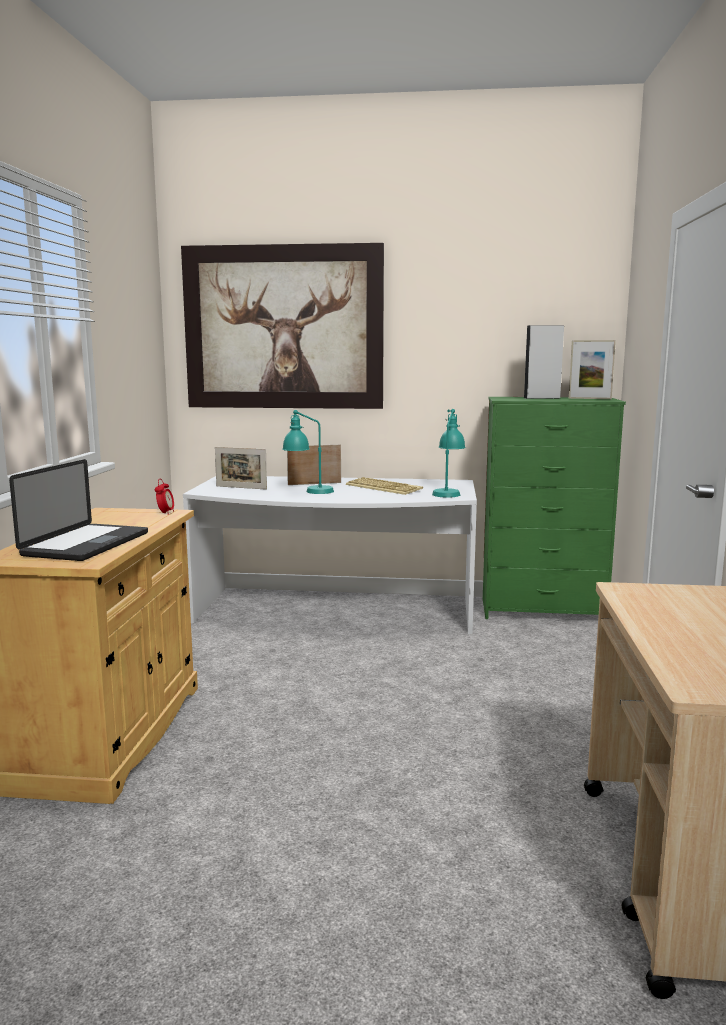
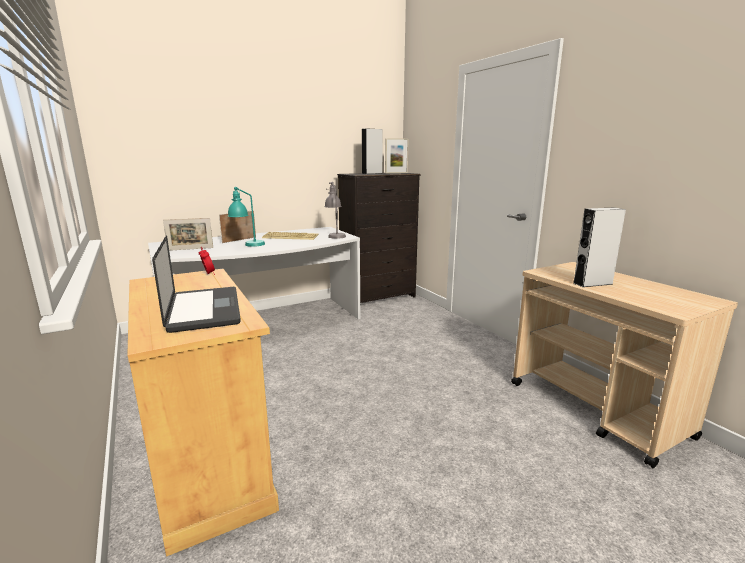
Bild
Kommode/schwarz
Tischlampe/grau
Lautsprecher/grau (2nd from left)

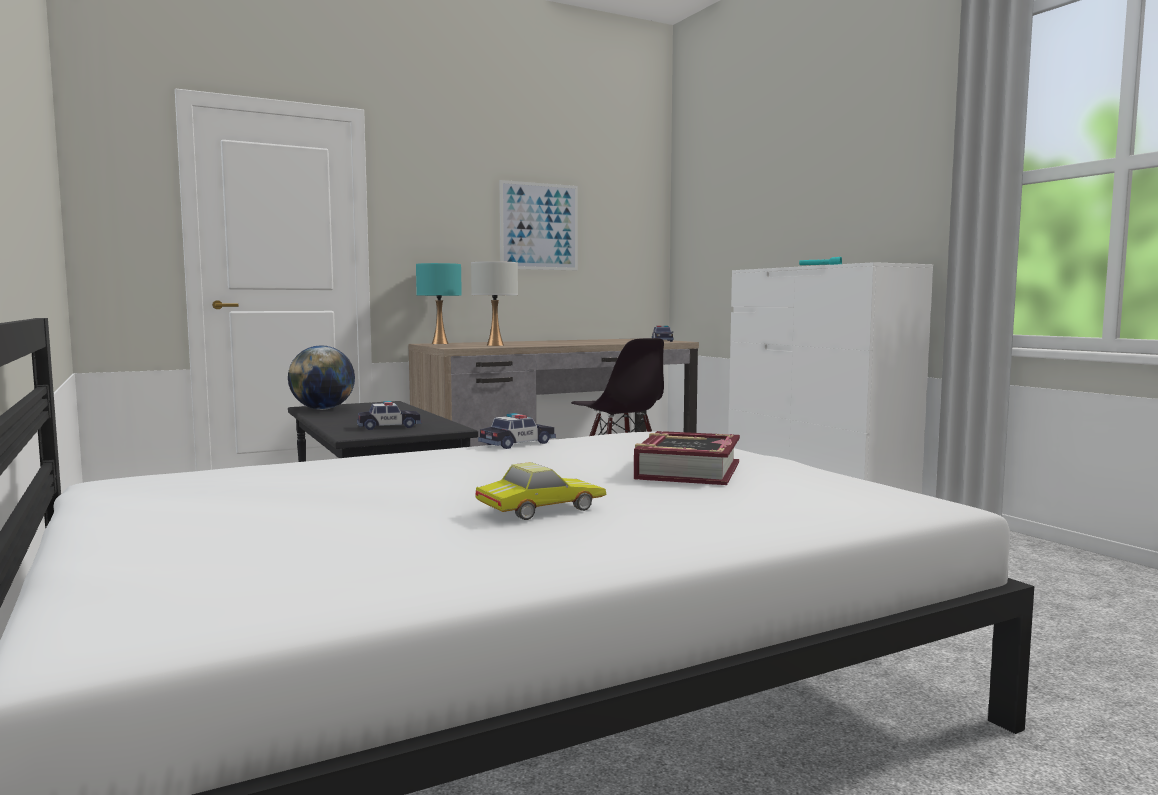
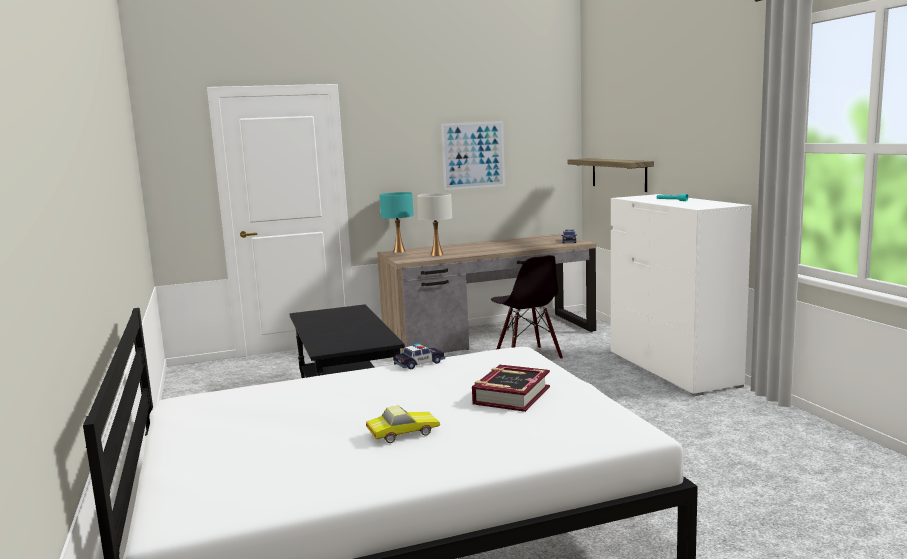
Globus
Spielzeugauto (1st from left in the first image)
Wandregal

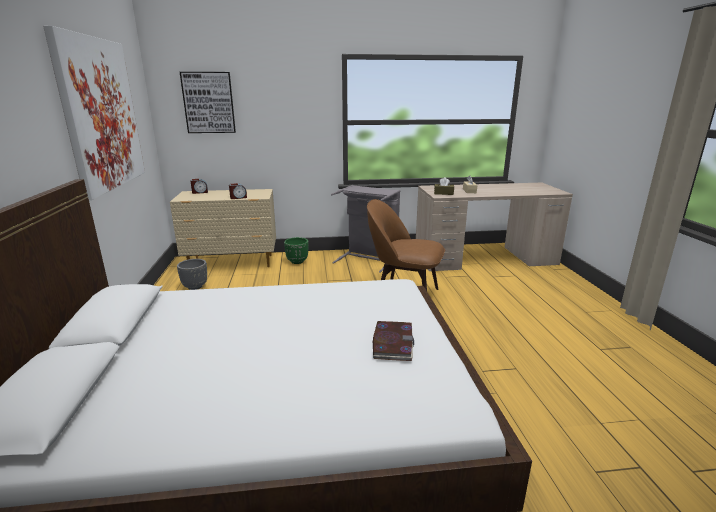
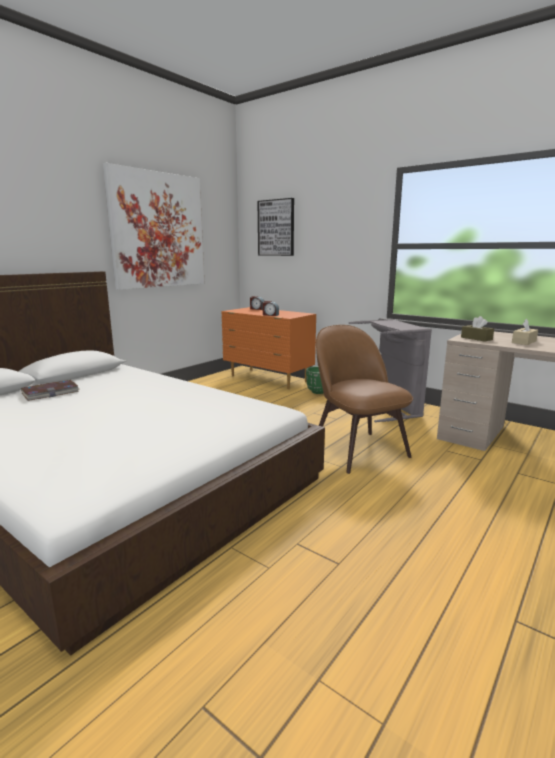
Kommode/orange
Pflanzkübel/grau
Buch

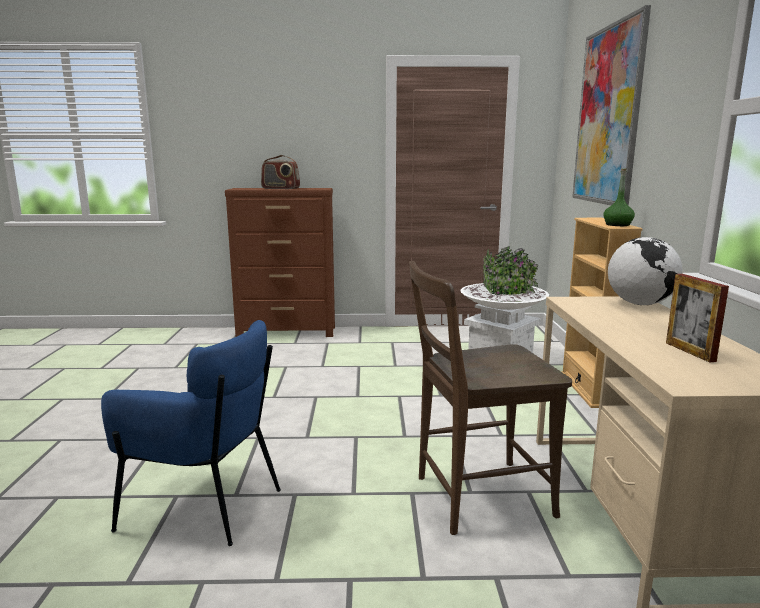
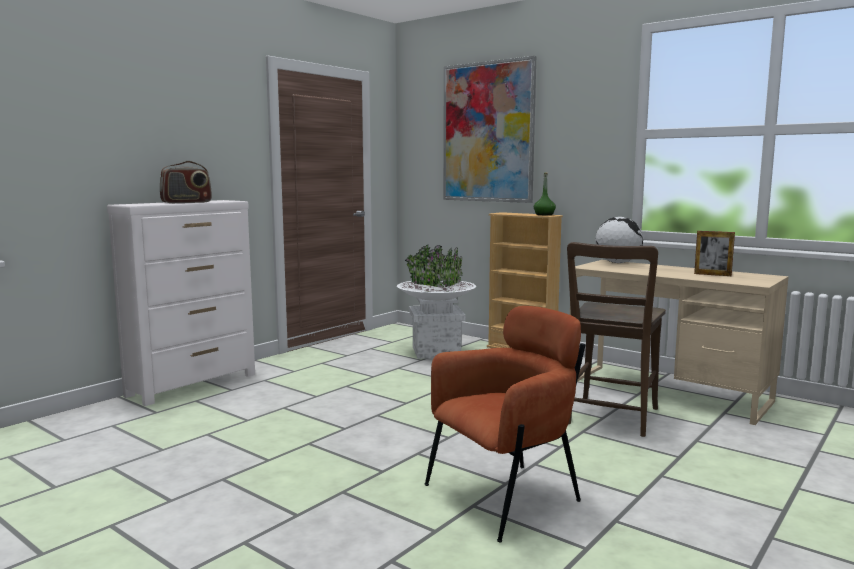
Kommode/weiß
Sessel/braun

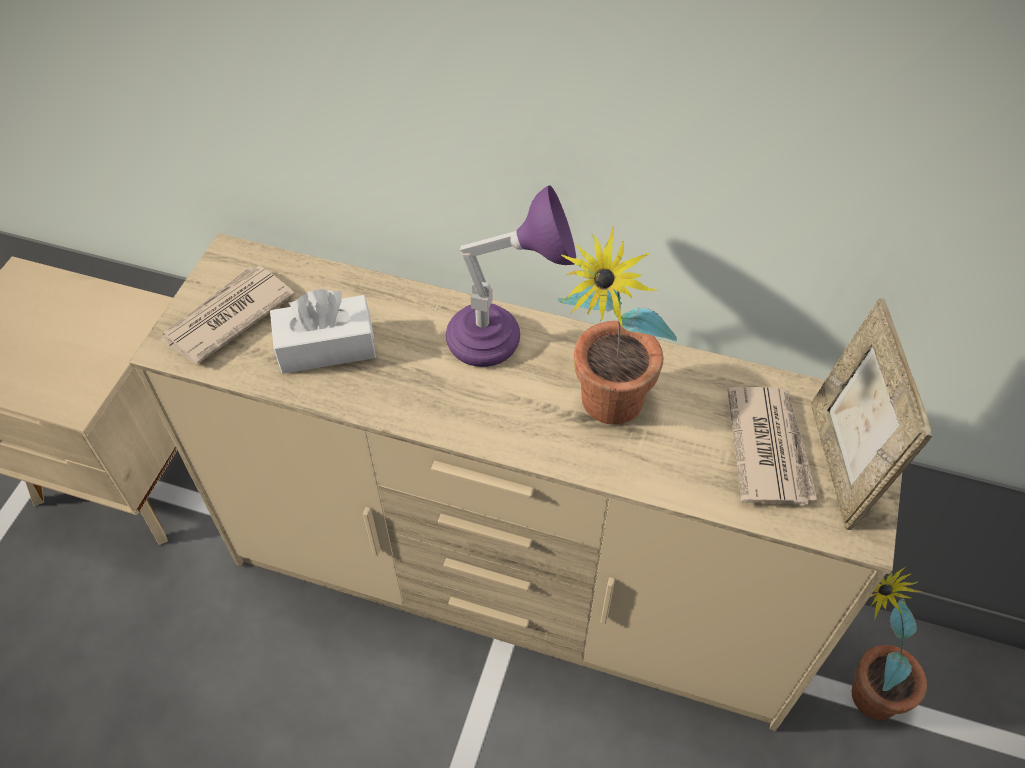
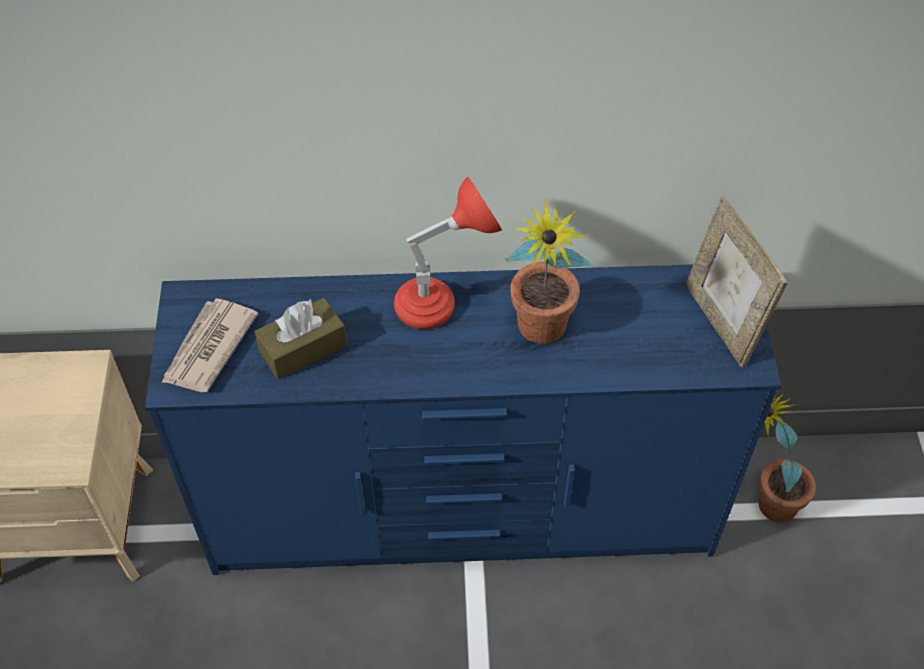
Tischlampe/rot
Kommode/blau
Taschentuchbox/braun
Zeitung (2nd from left in the first image)

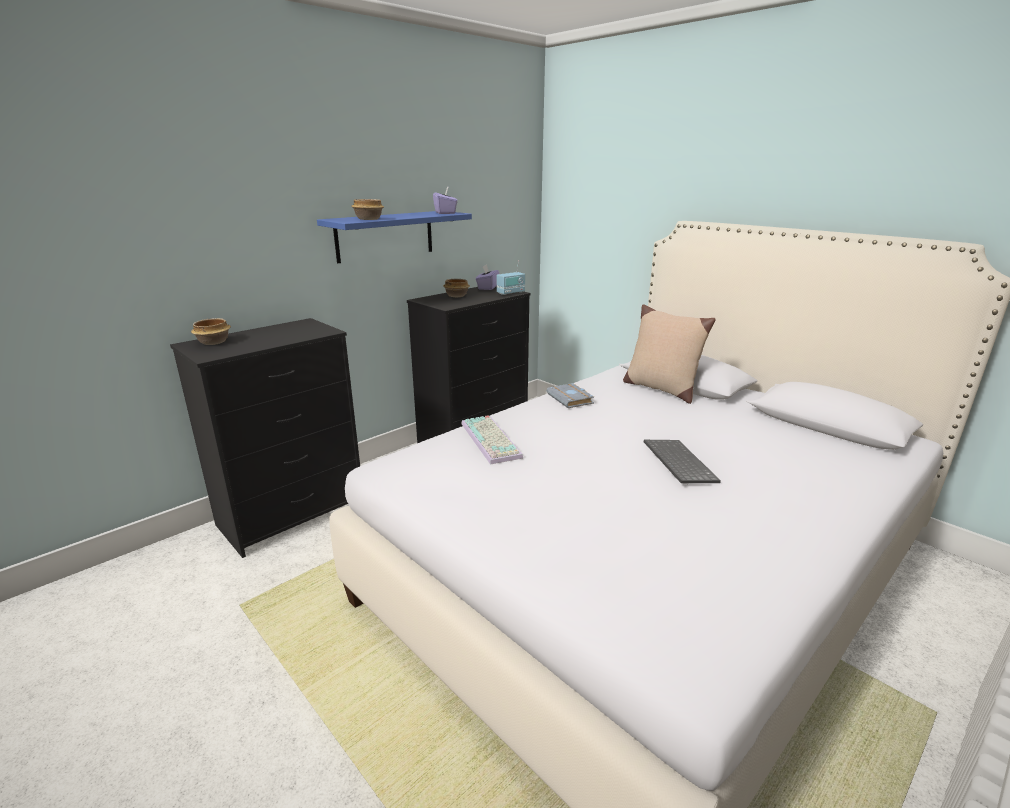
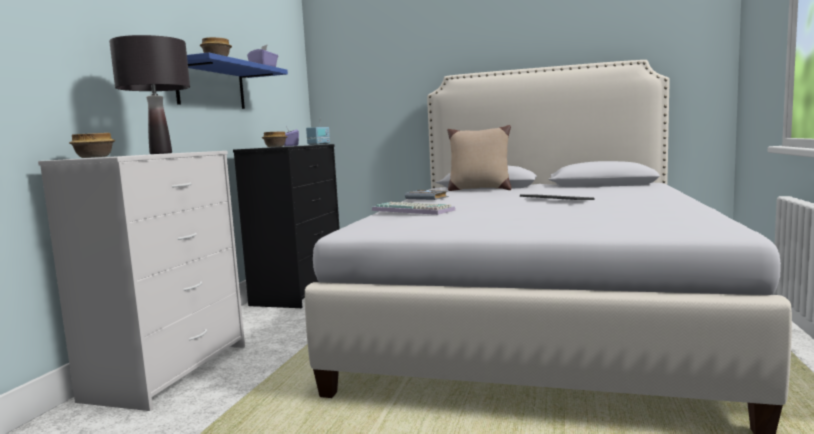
Kommode/weiß
Tischlampe/schwarz

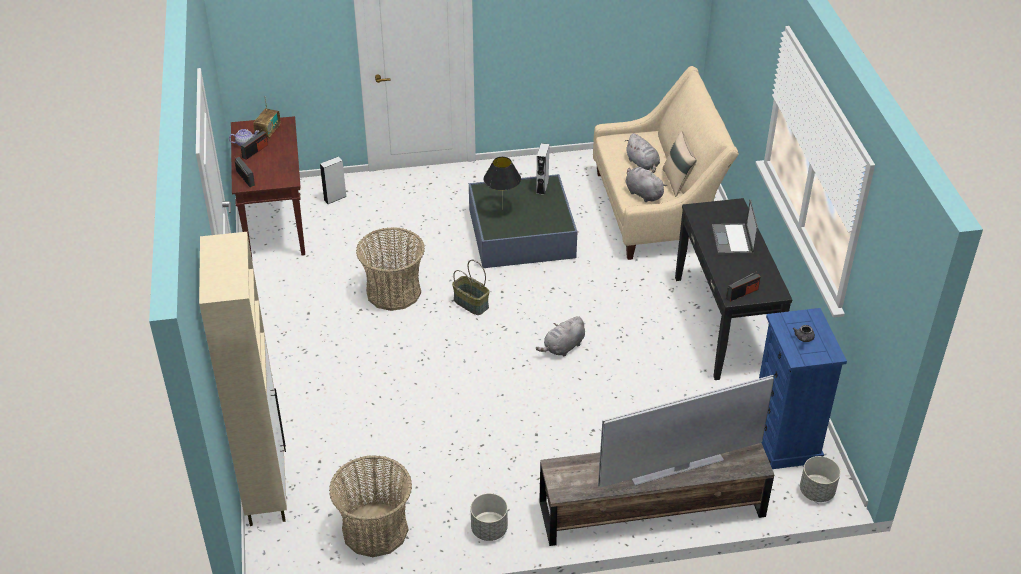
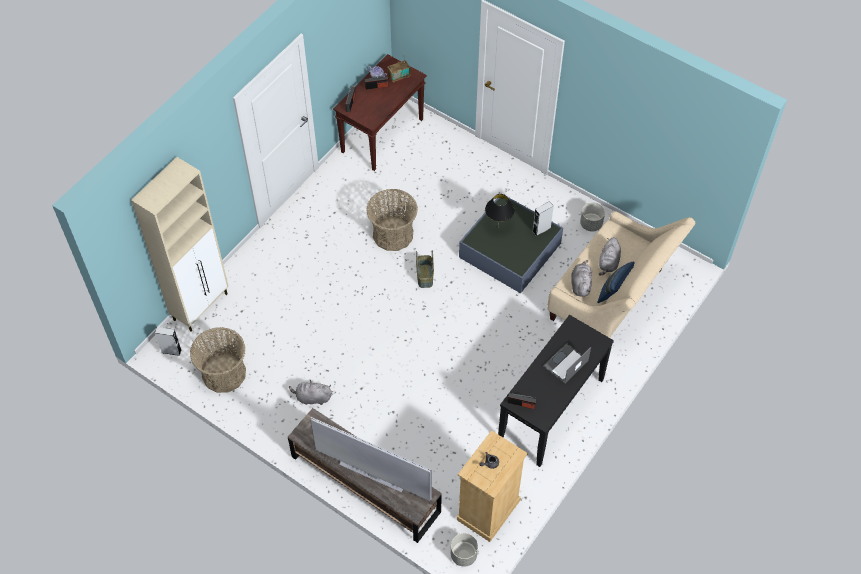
Kissen/blau
Lautsprecher/grau (1st from left)
Kommode/beige
Plüschtier/grau (1st from left)
Pflanzkübel/grau (2nd from left)

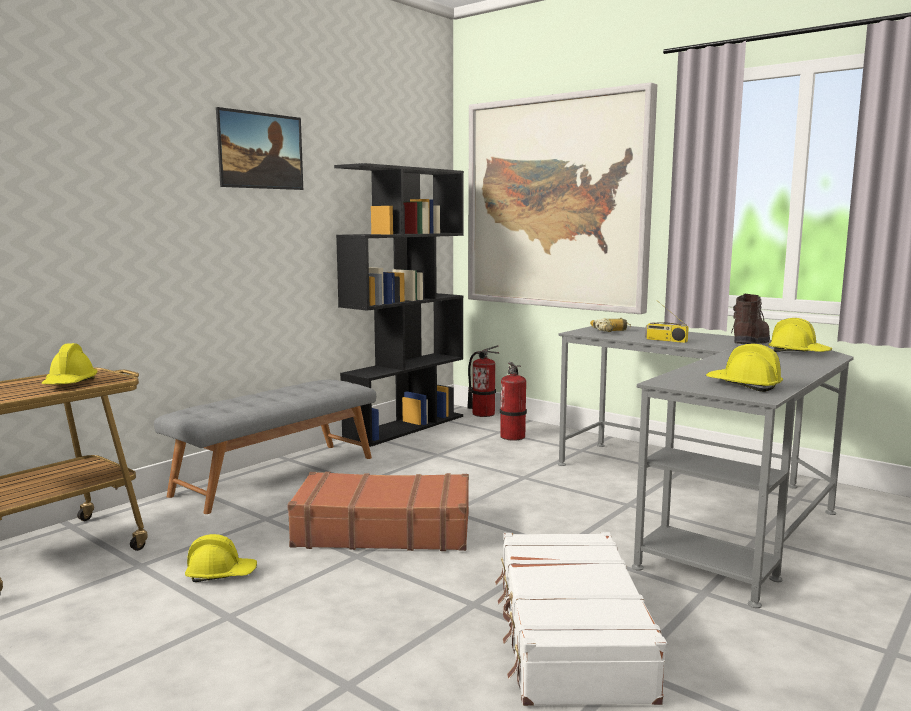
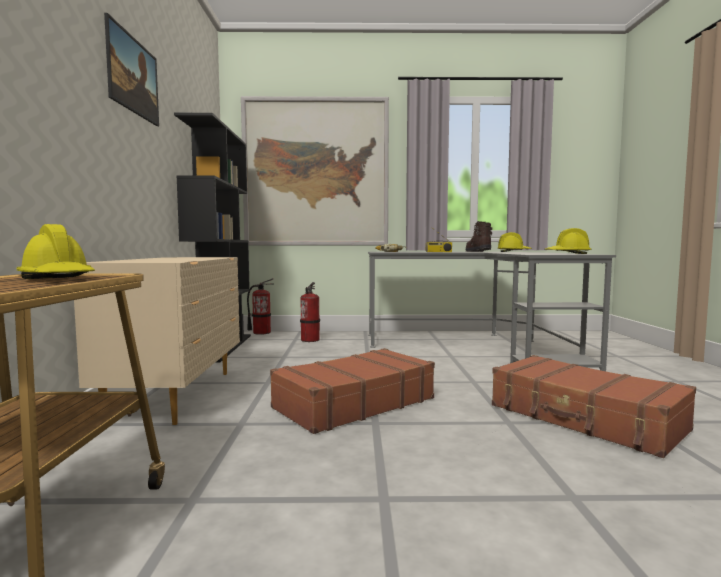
Kommode/beige
Koffer/braun (2nd from left)
Schutzhelm/gelb (2nd from left in the first image)

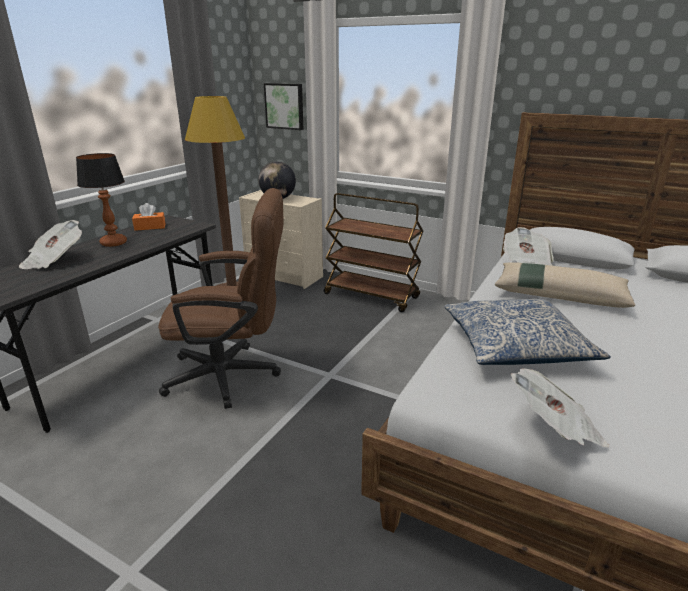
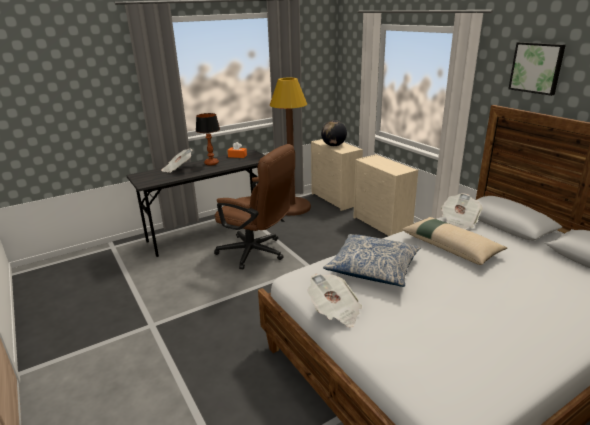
Bild
Kommode/beige (2nd from left)

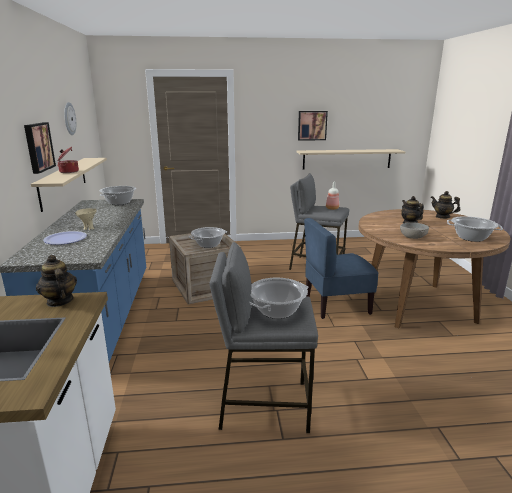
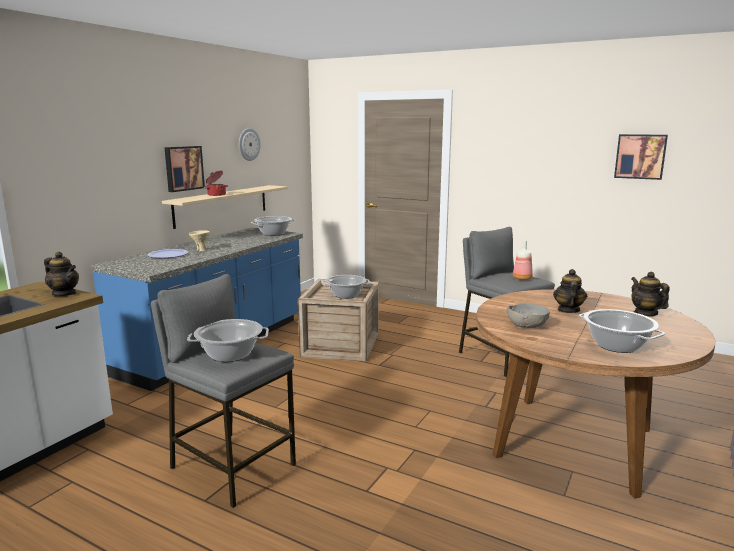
Bild (2nd from left)
Wandregal/beige (2nd from left in the first image)
Stuhl/blau
Teekanne (1st from left)

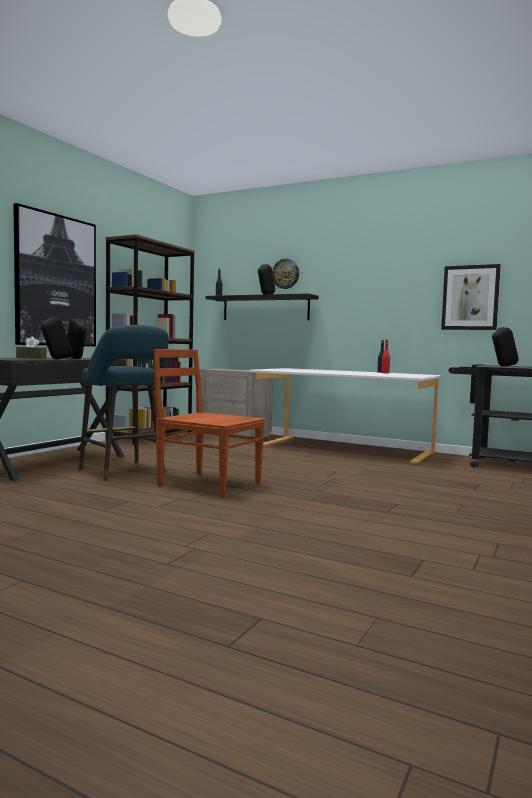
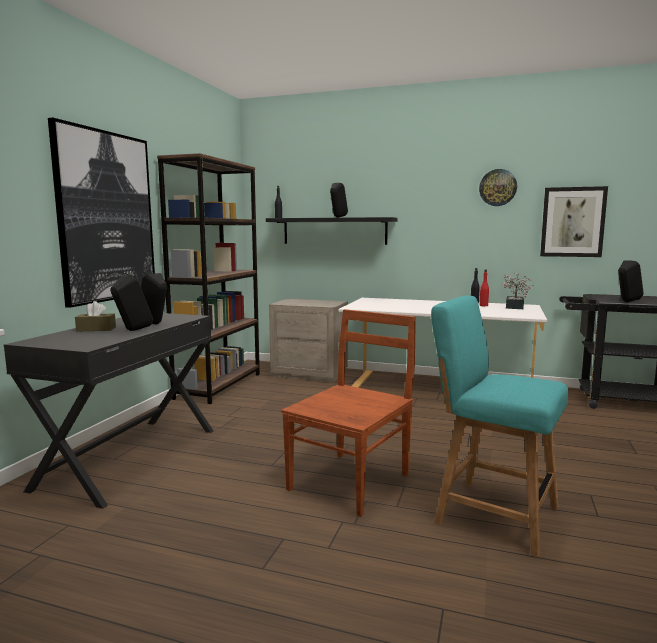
Wanduhr
Hocker/türkis
Stuhl/braun
Topfpflanze
Stuhl/türkis

